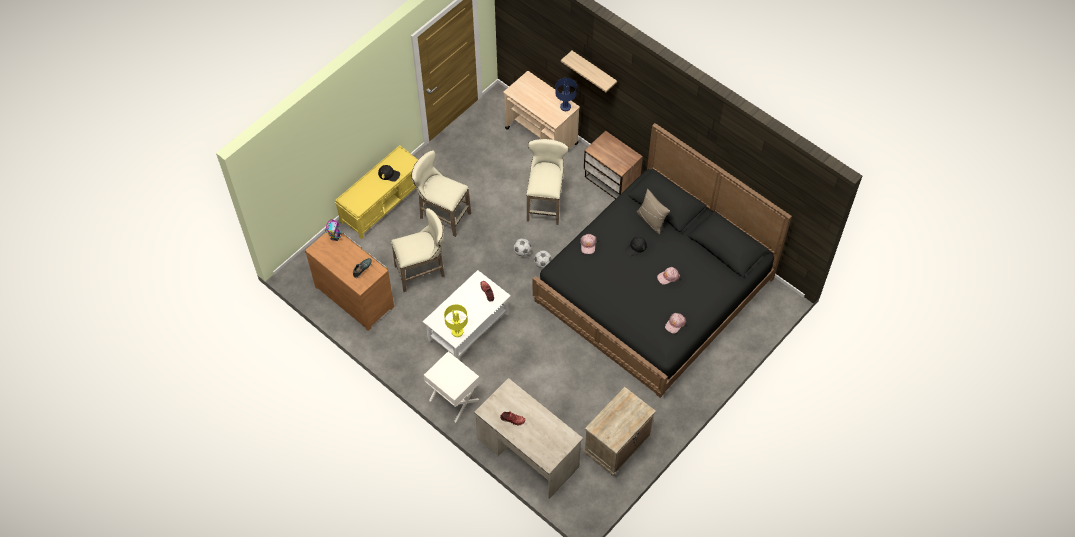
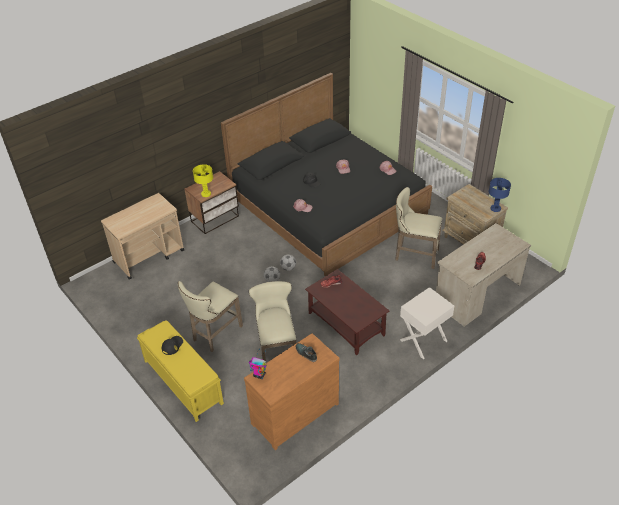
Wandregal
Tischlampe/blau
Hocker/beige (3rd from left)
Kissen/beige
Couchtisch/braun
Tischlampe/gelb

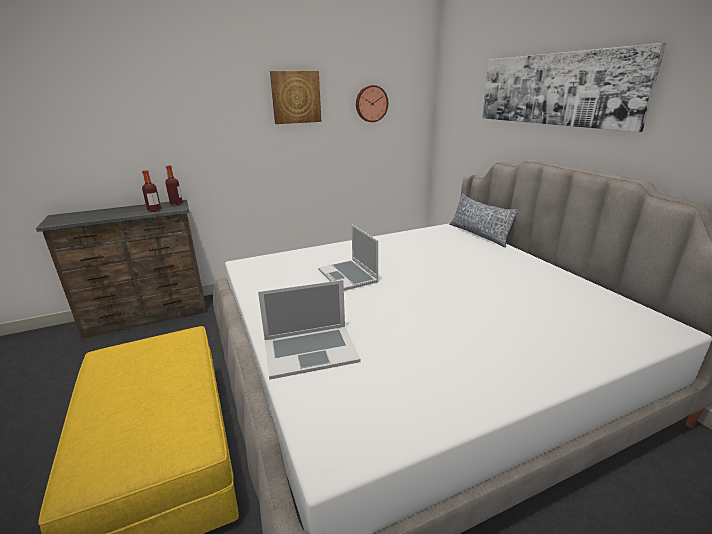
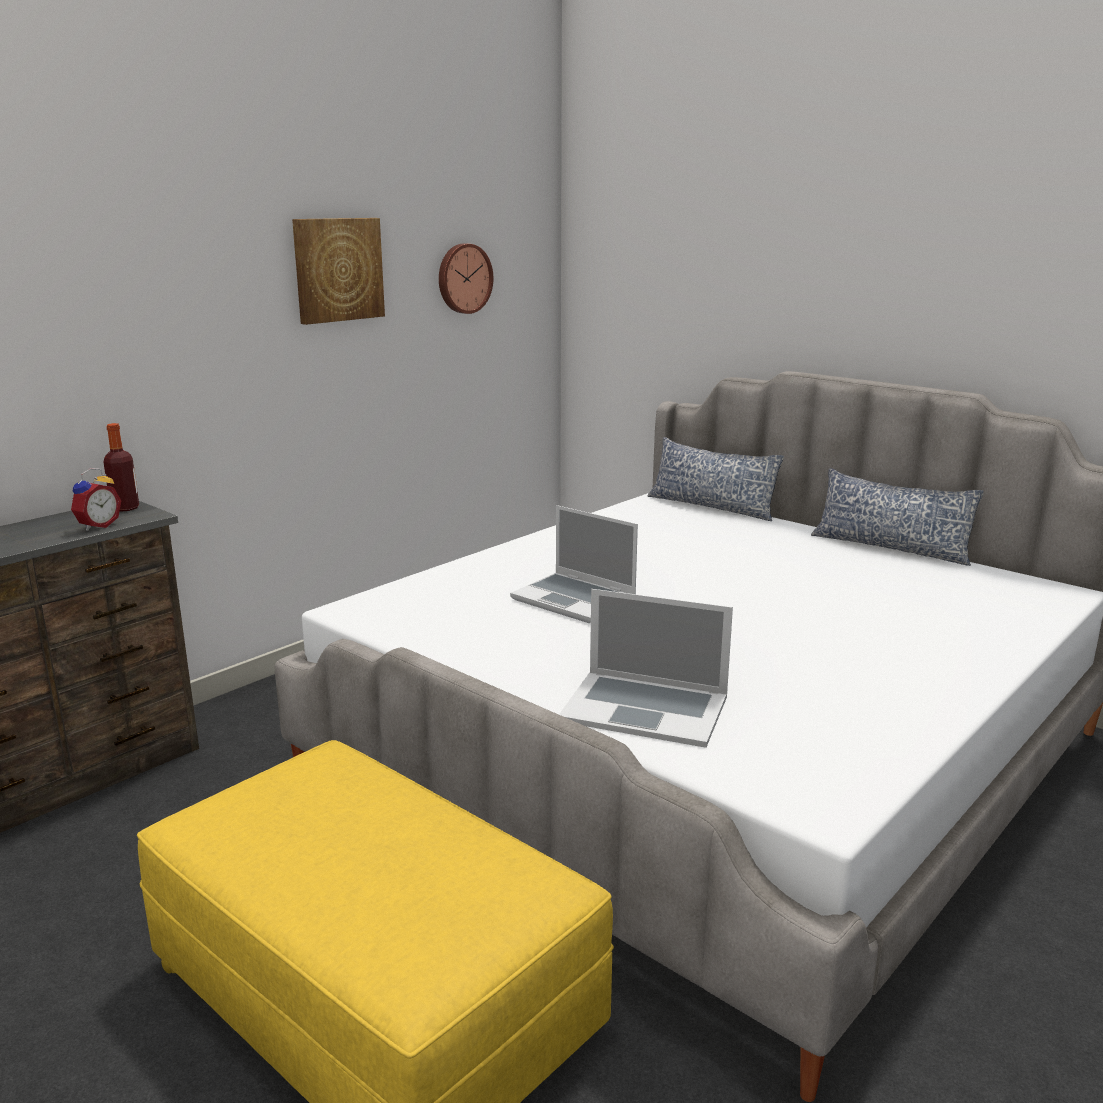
Bild (2nd from left in the first image)
Wecker
Laptop (2nd from left)
Kissen (2nd from left)

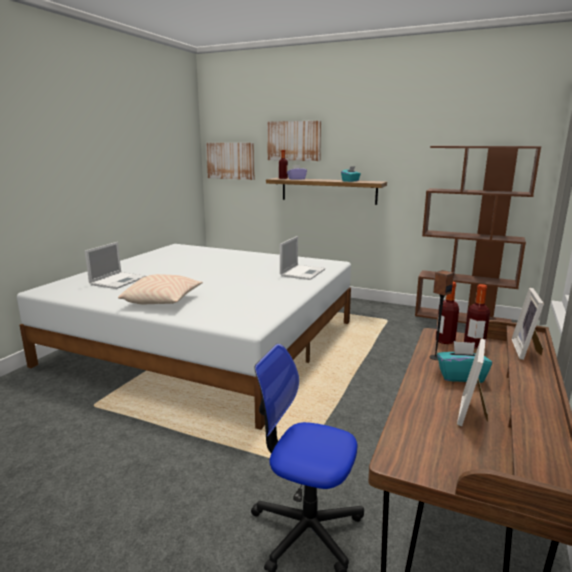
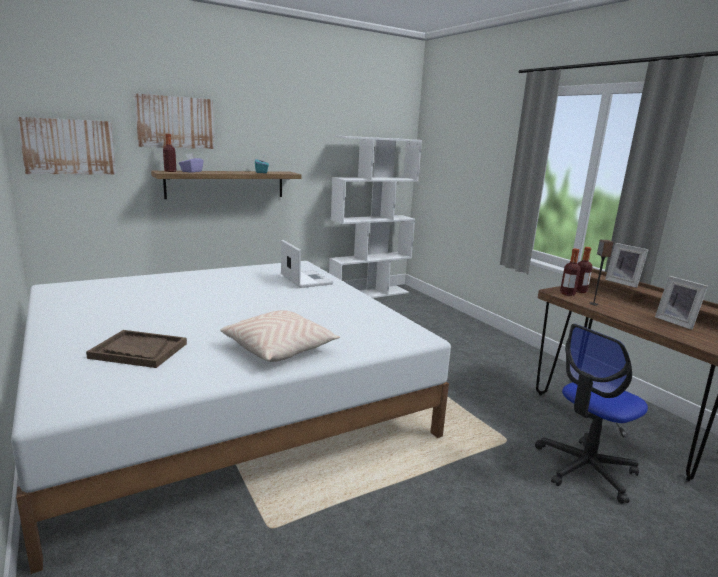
Bücherregal/weiß
Tablett/braun
Taschentuchbox/türkis (2nd from left in the first image)

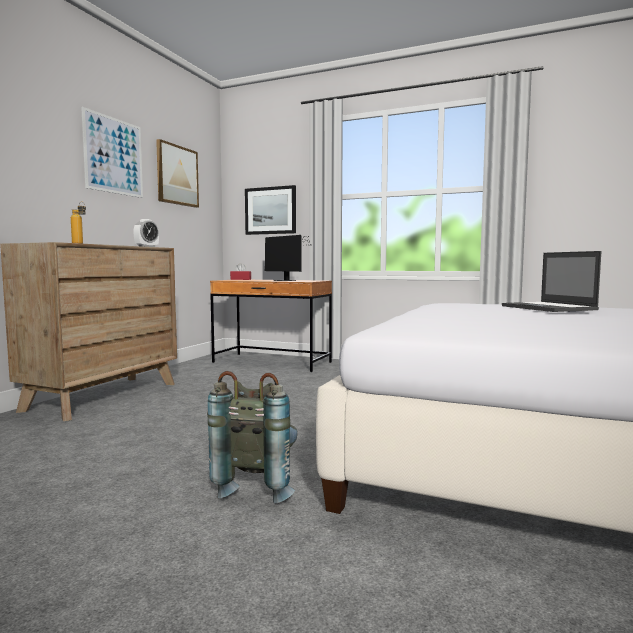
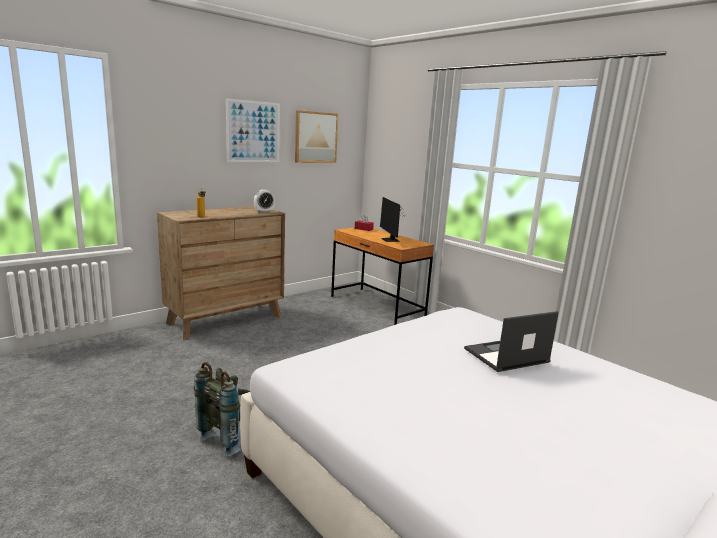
Bild (3rd from left in the first image)
Laptop

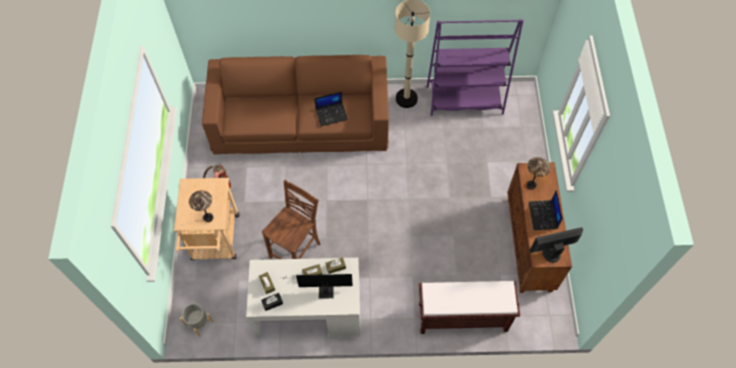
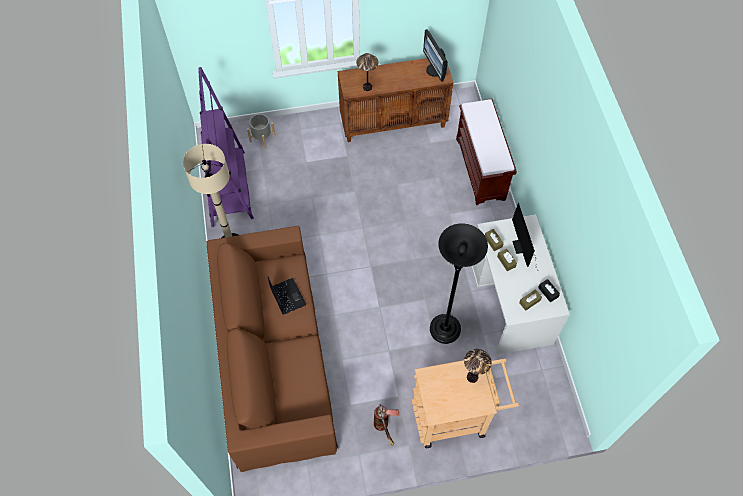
Stehlampe/schwarz
Laptop (2nd from left in the first image)
Pflanzkübel/grau

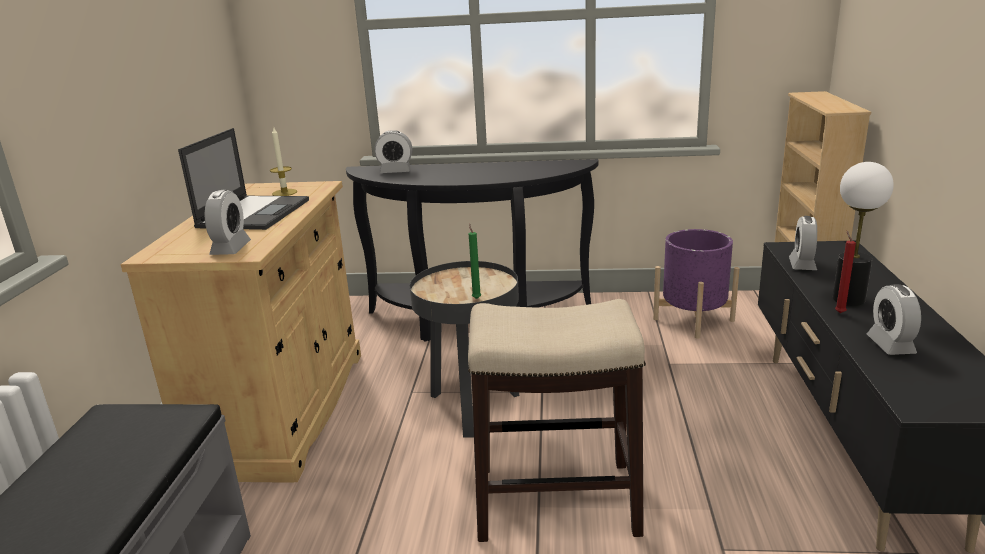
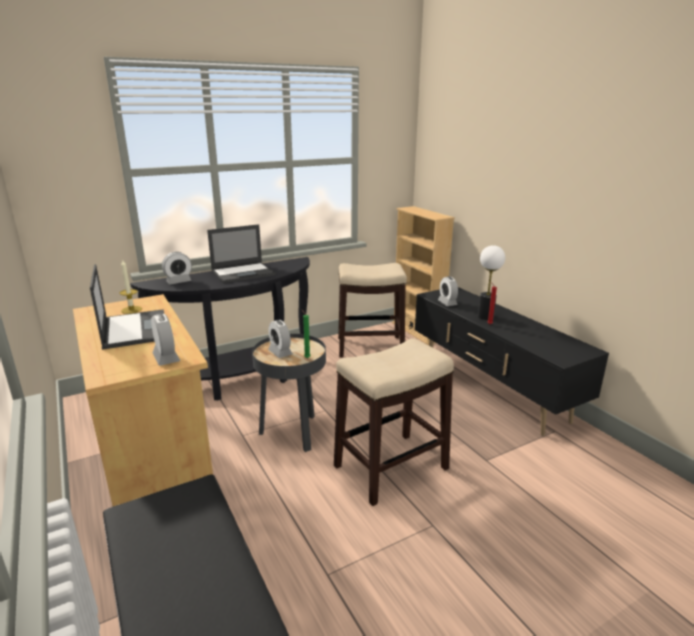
Hocker (1st from left)
Wecker (3rd from left)
Laptop (2nd from left)

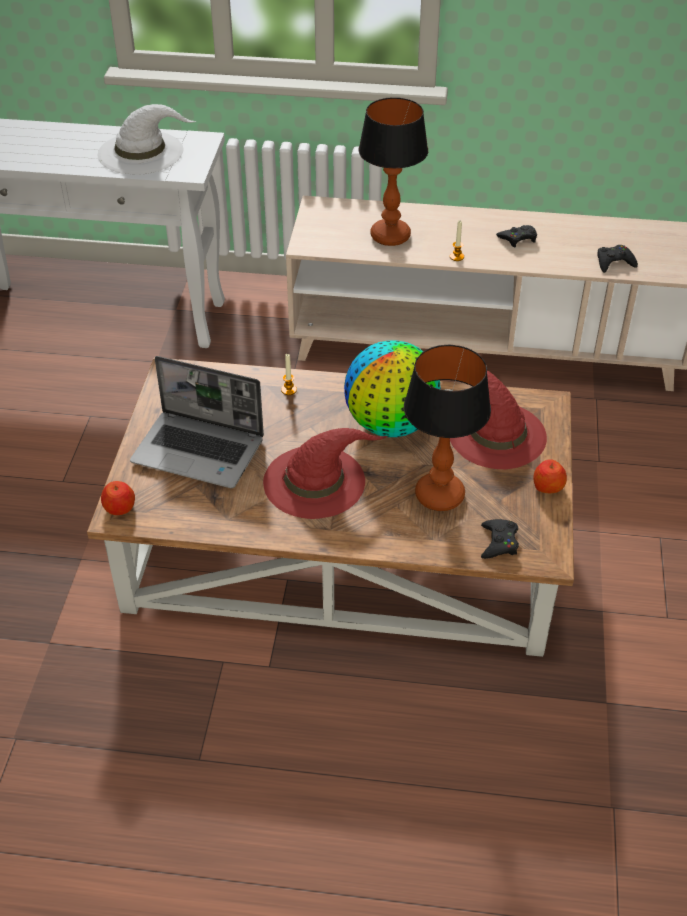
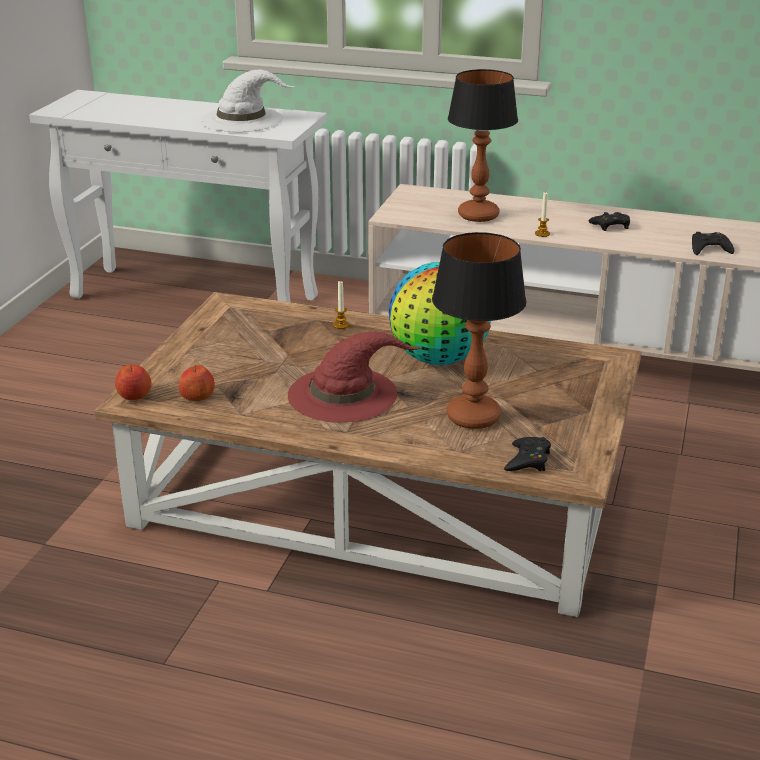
Laptop
Hut/rot (2nd from left in the first image)
Apfel (2nd from left)

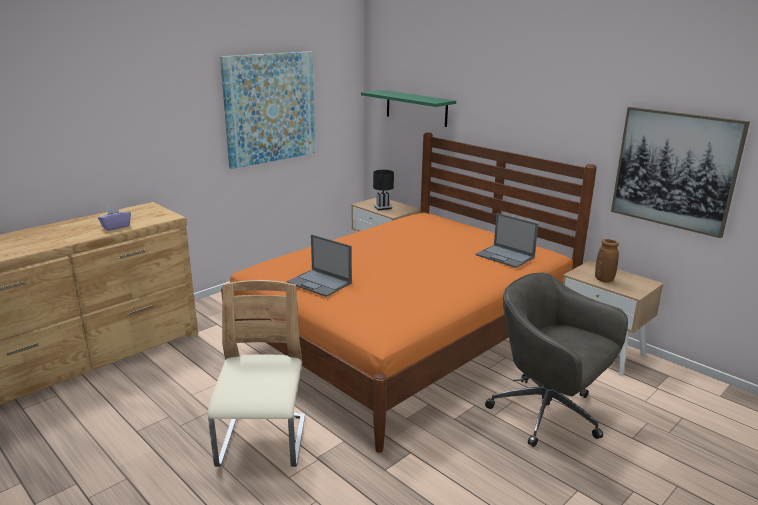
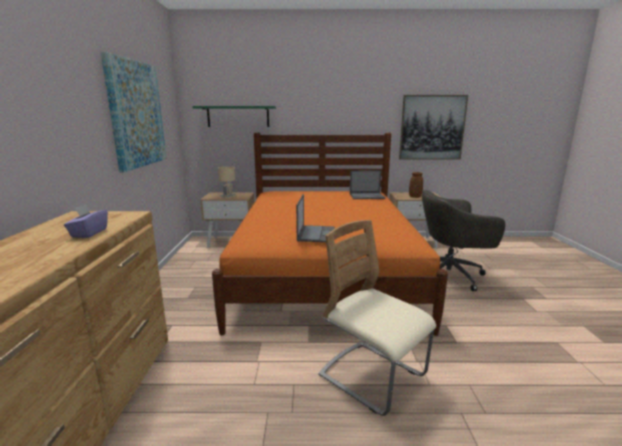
Tischlampe/beige
Laptop (1st from left)

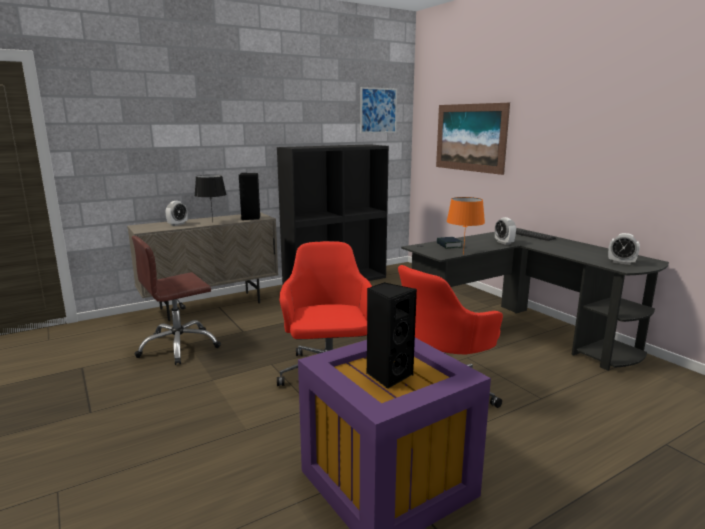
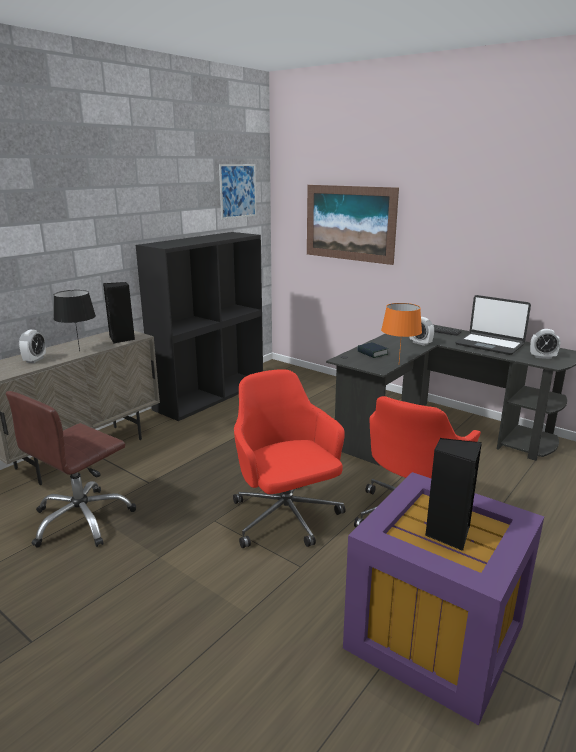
Laptop

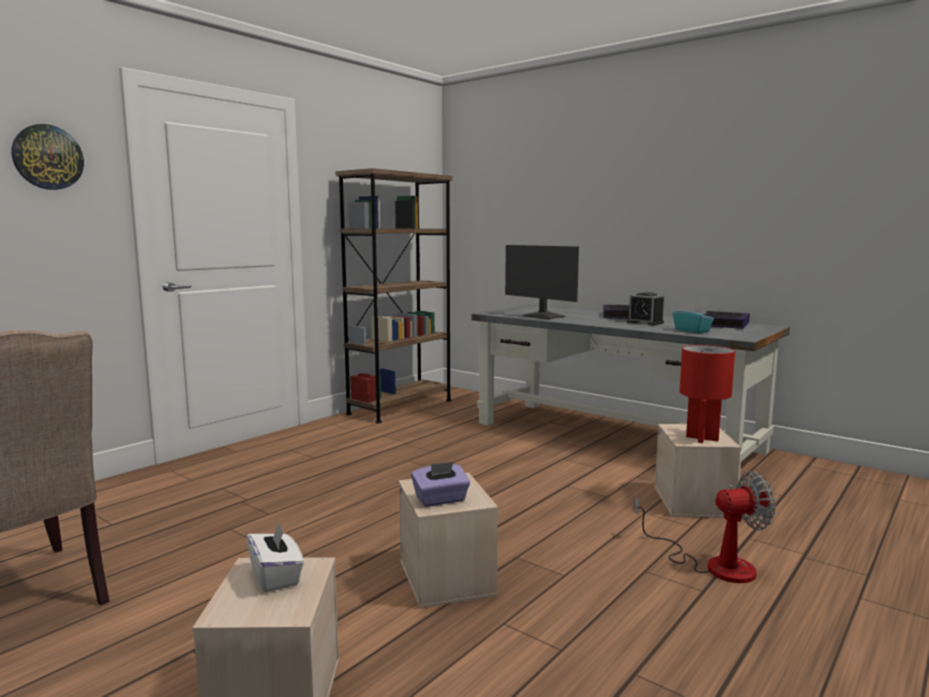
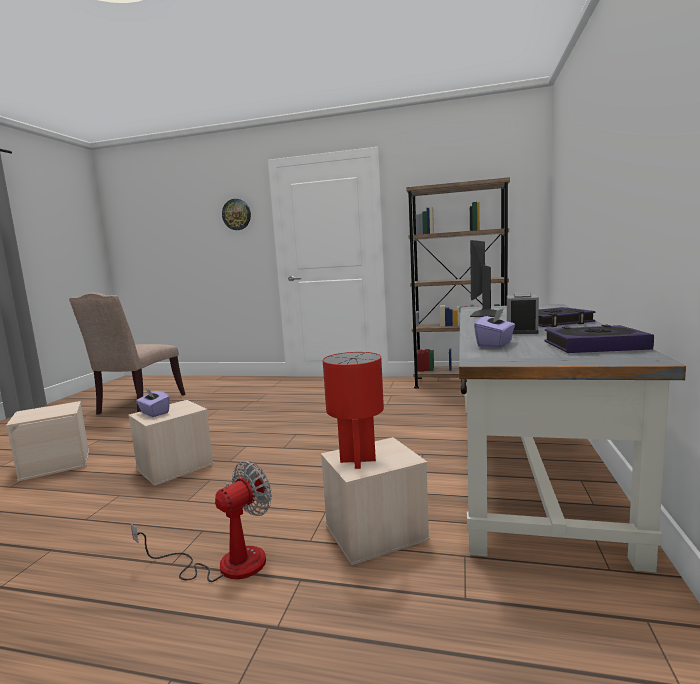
Taschentuchbox/lila (2nd from left)
Ventilator
Taschentuchbox/weiß

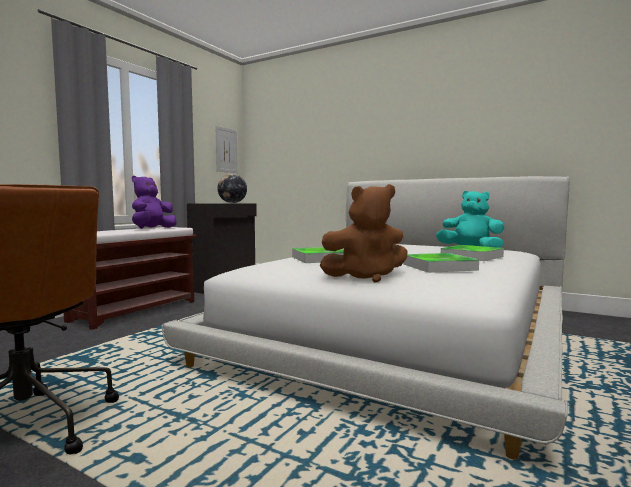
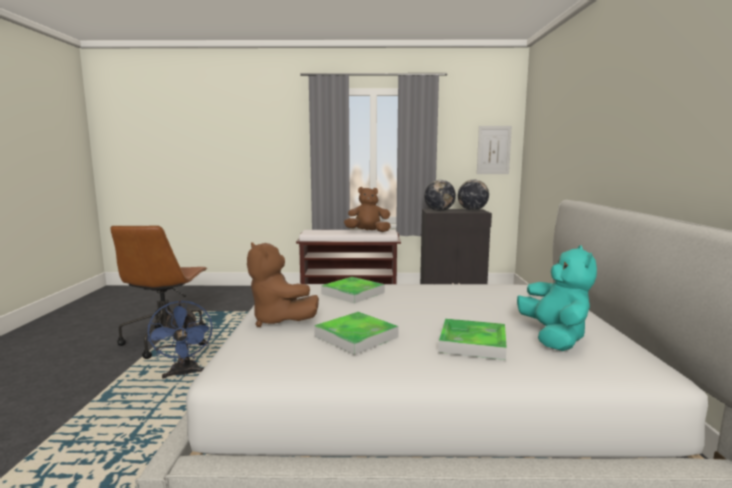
Plüschtier/braun (2nd from left)
Globus (1st from left)
Ventilator/blau

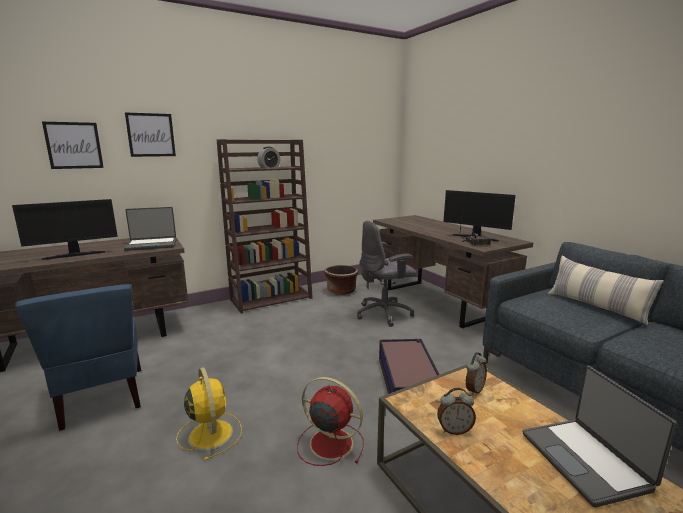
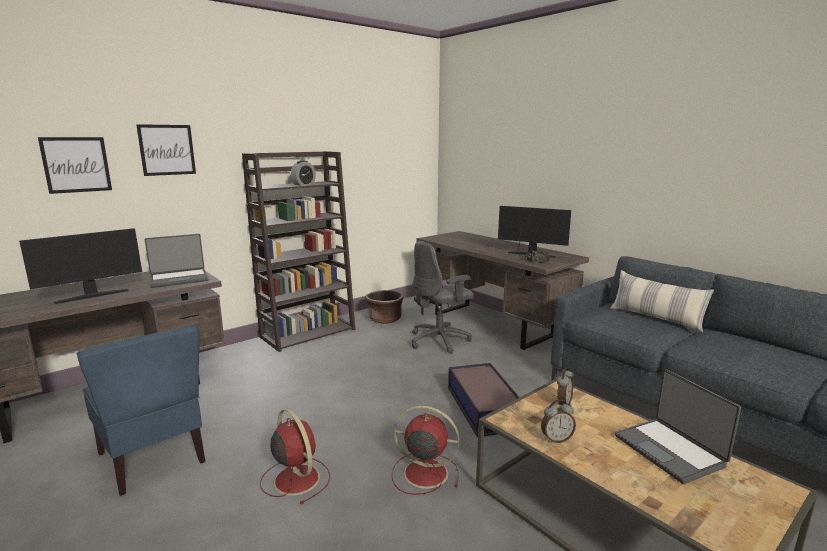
Ventilator/rot (1st from left)

